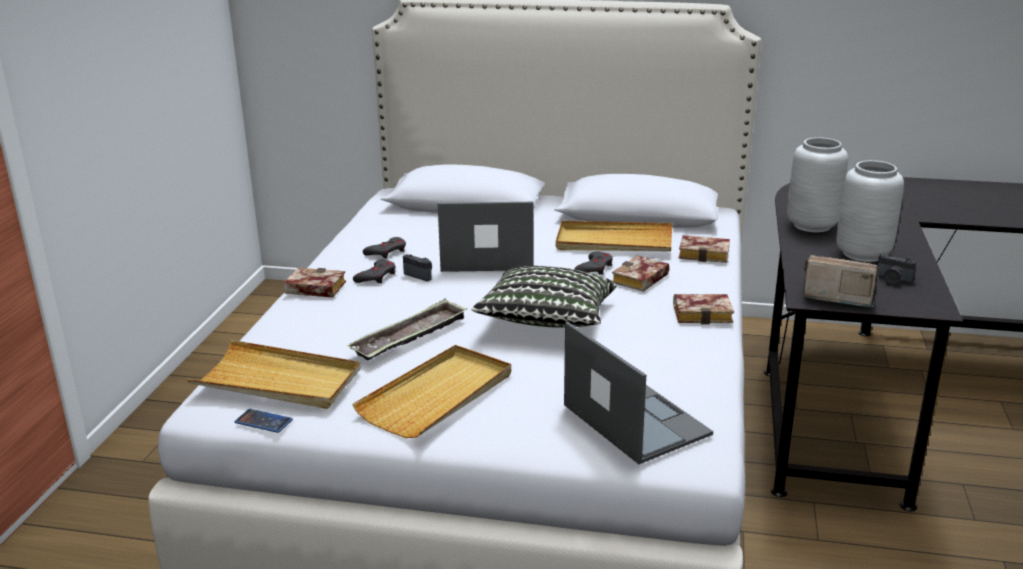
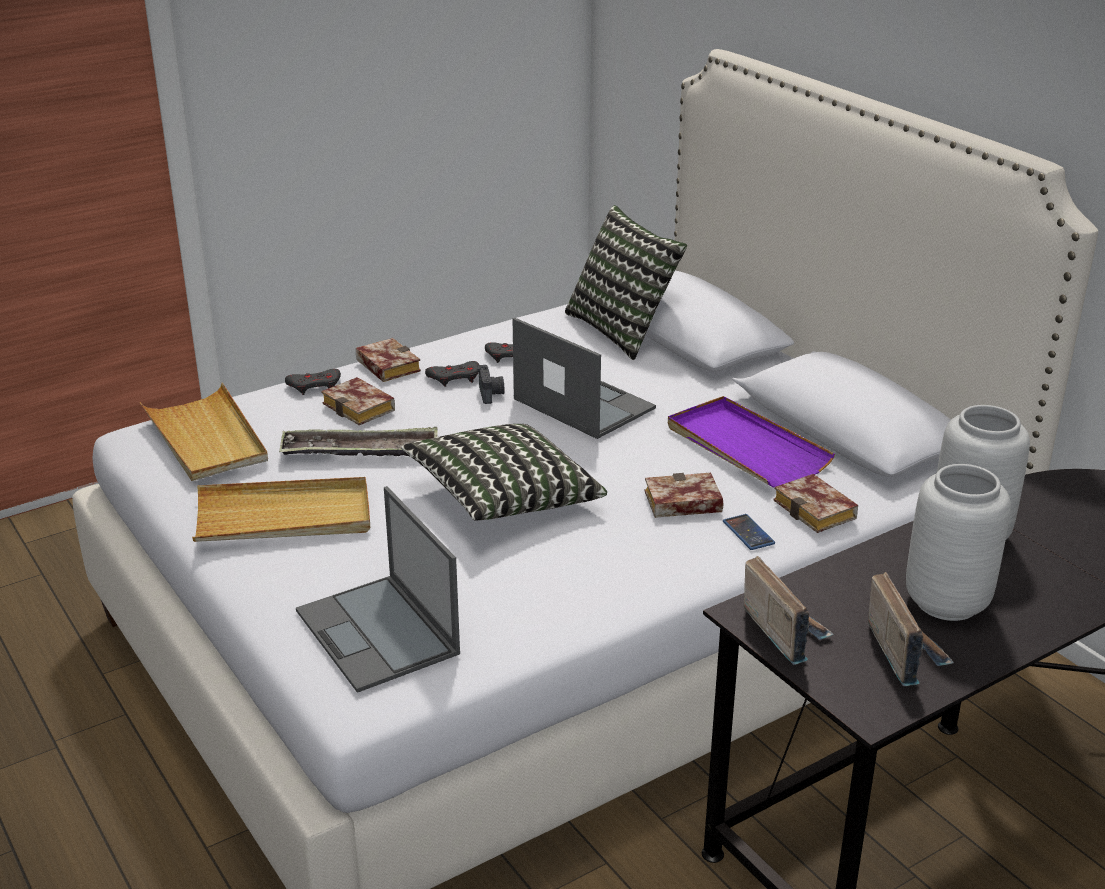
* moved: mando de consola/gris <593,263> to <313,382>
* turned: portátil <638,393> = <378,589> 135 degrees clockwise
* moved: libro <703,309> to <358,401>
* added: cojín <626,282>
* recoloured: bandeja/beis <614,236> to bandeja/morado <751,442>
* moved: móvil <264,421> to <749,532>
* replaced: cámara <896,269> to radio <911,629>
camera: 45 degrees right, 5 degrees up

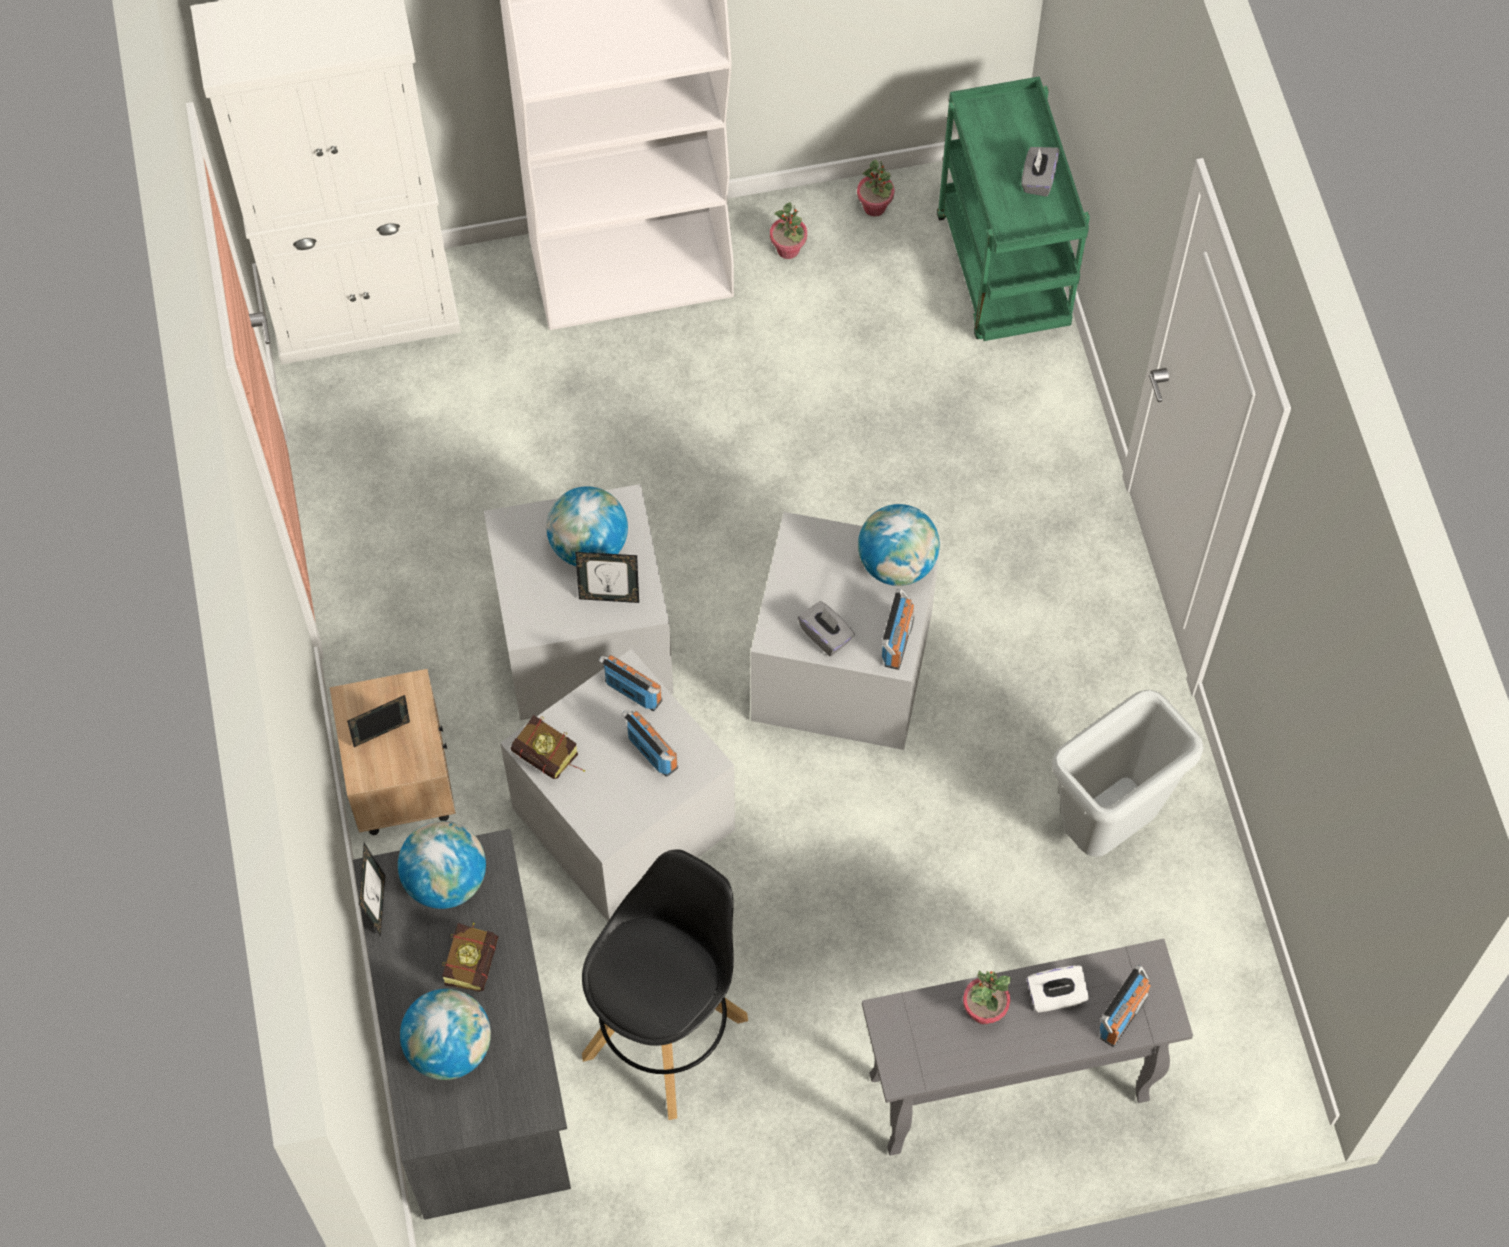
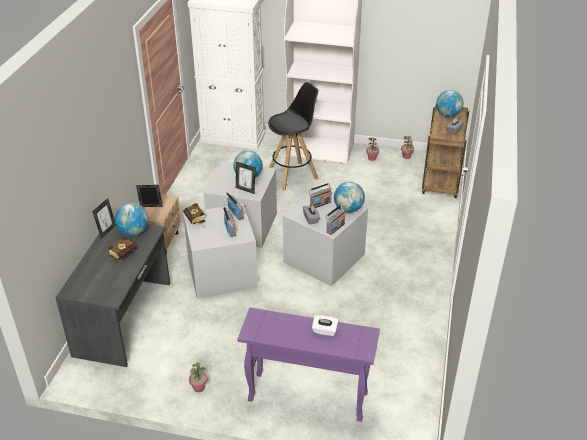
* moved: planta en maceta <987,997> to <198,377>
* recoloured: mesa consola/gris <1027,1047> to mesa consola/morado <308,364>
* moved: taburete/negro <665,985> to <293,136>
* moved: radio <1125,1006> to <320,195>
* recoloured: carrito/verde <1013,208> to carrito/marrón <445,151>
* moved: globo terráqueo <445,1034> to <449,103>
* removed: papelera/gris <1128,773>
camera: 25 degrees right, 25 degrees down

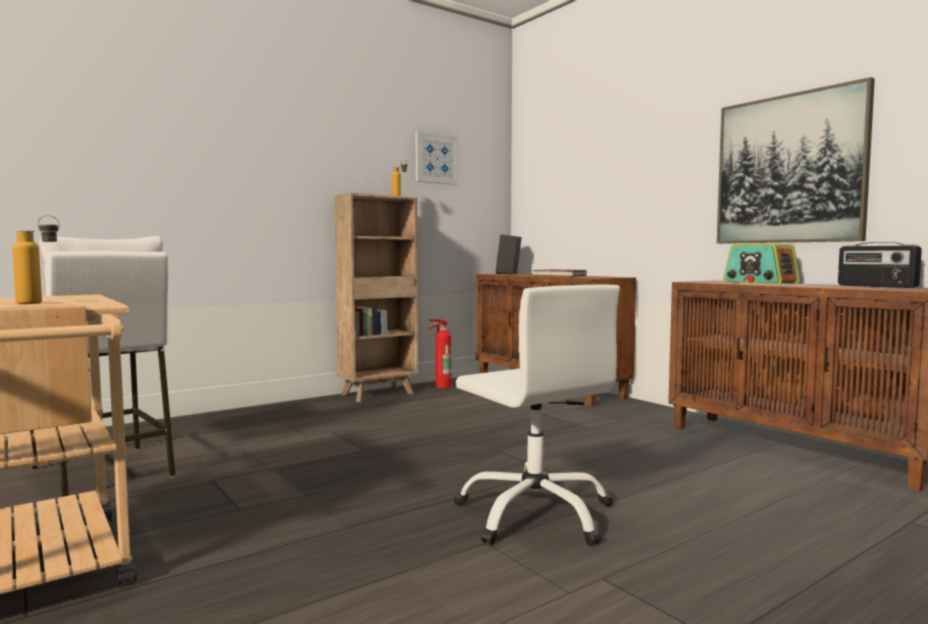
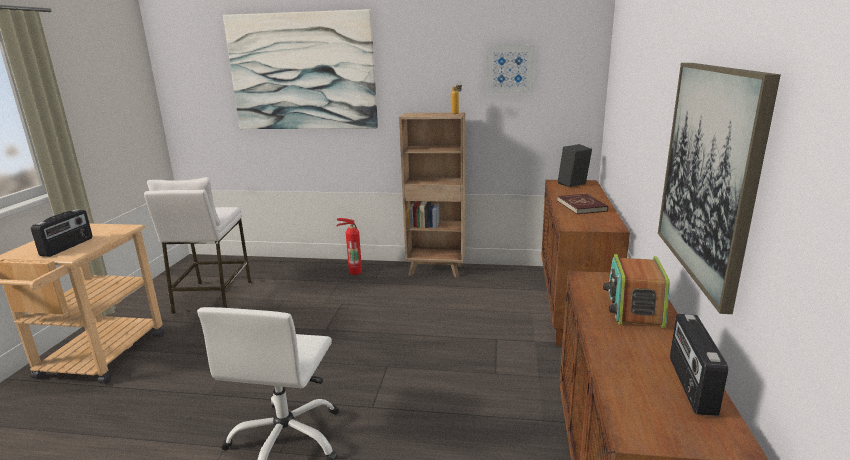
* replaced: botella <36,259> to radio <61,233>
* added: cuadro <300,69>
* moved: extintor <440,353> to <349,246>
camera: 45 degrees right, 15 degrees up

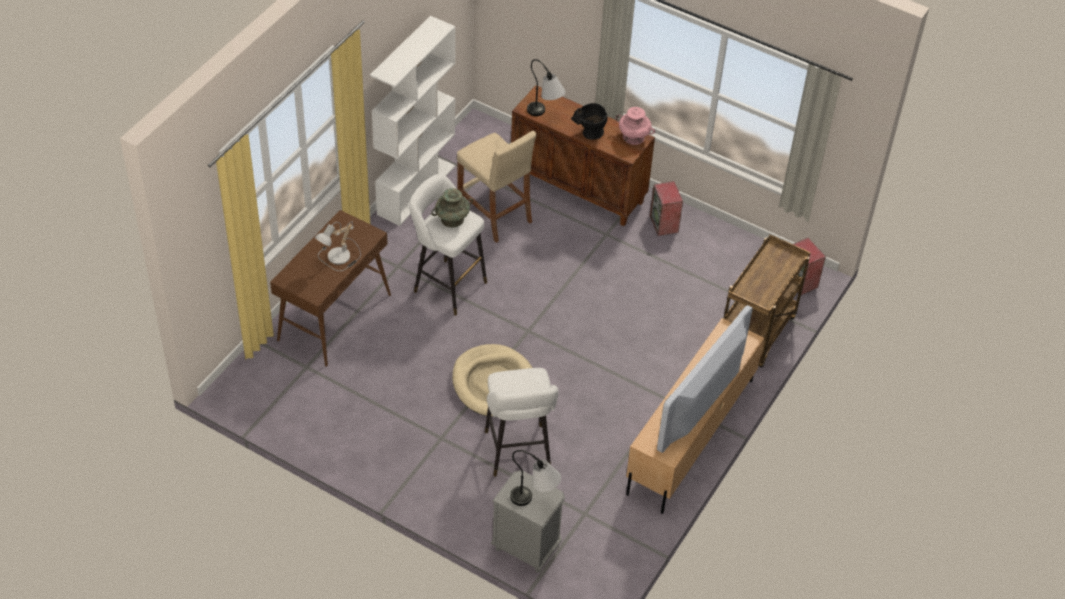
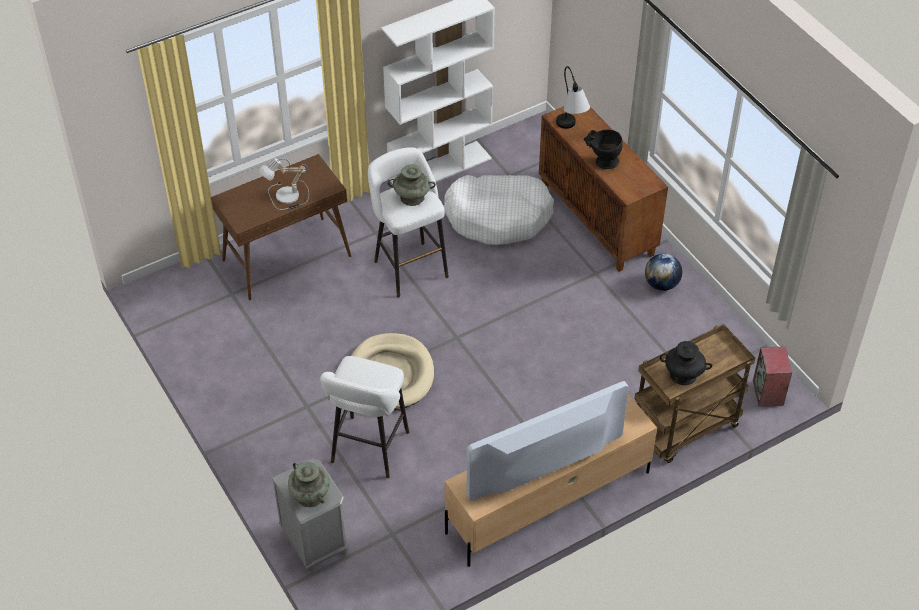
* replaced: lámpara de mesa <535,478> to florero/turquesa <309,485>
* replaced: taburete/beis <497,187> to cama para perro/blanco <499,210>
* replaced: altavoz <666,208> to globo terráqueo <663,272>
* added: florero/negro <686,363>
* removed: florero/rosa <635,126>
camera: 30 degrees right, 0 degrees up

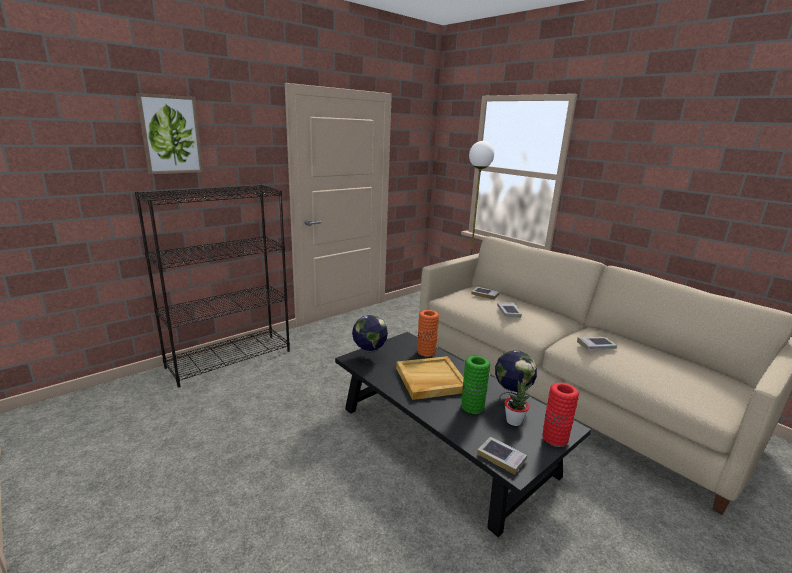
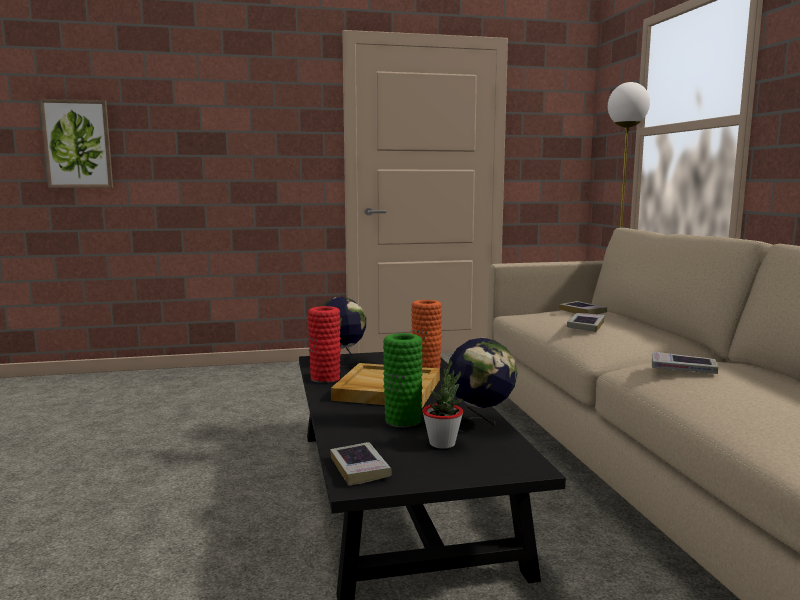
* moved: cuadro <169,133> to <76,143>
* moved: florero/rojo <561,415> to <324,344>
* removed: estantería/negro <212,286>
camera: 30 degrees right, 10 degrees down

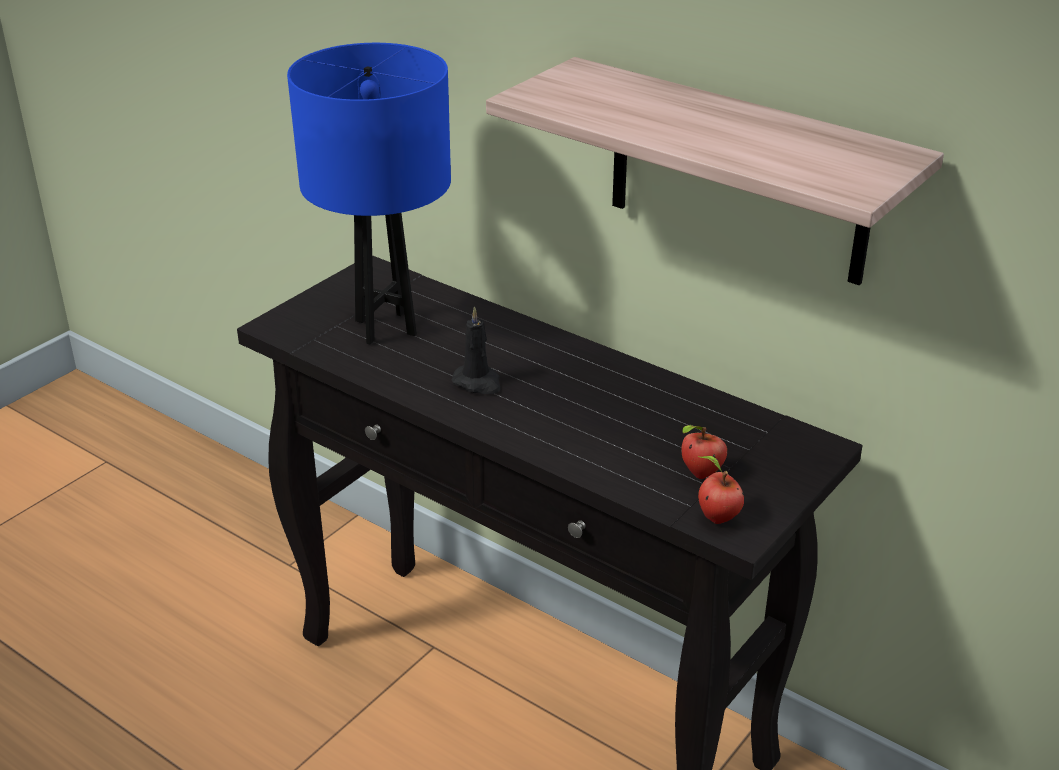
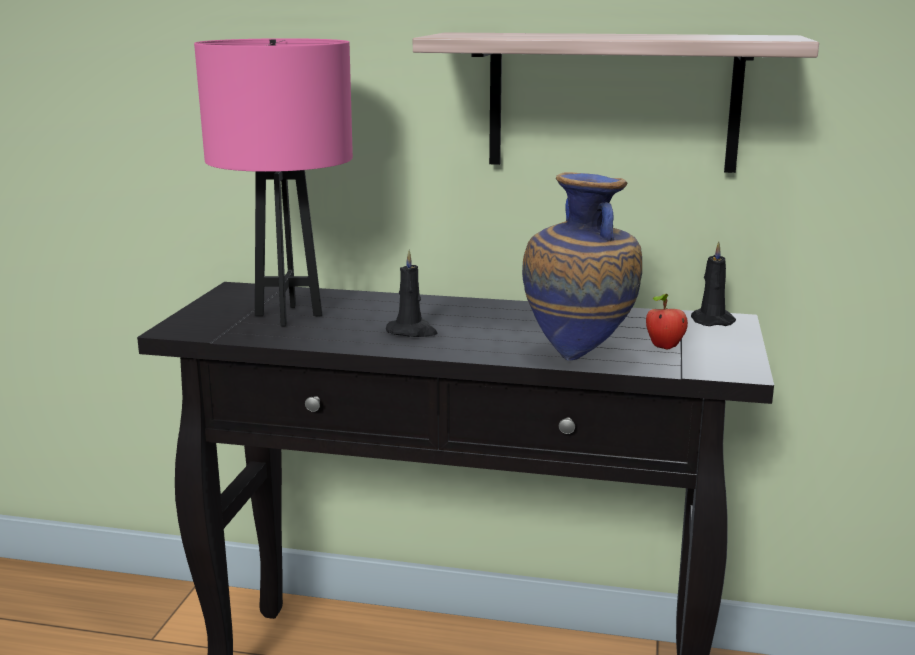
* recoloured: lámpara de mesa/azul <369,193> to lámpara de mesa/rosa <273,182>
* added: florero <582,266>
* added: vela/negro <713,283>
* removed: manzana <721,490>
camera: 25 degrees left, 15 degrees down

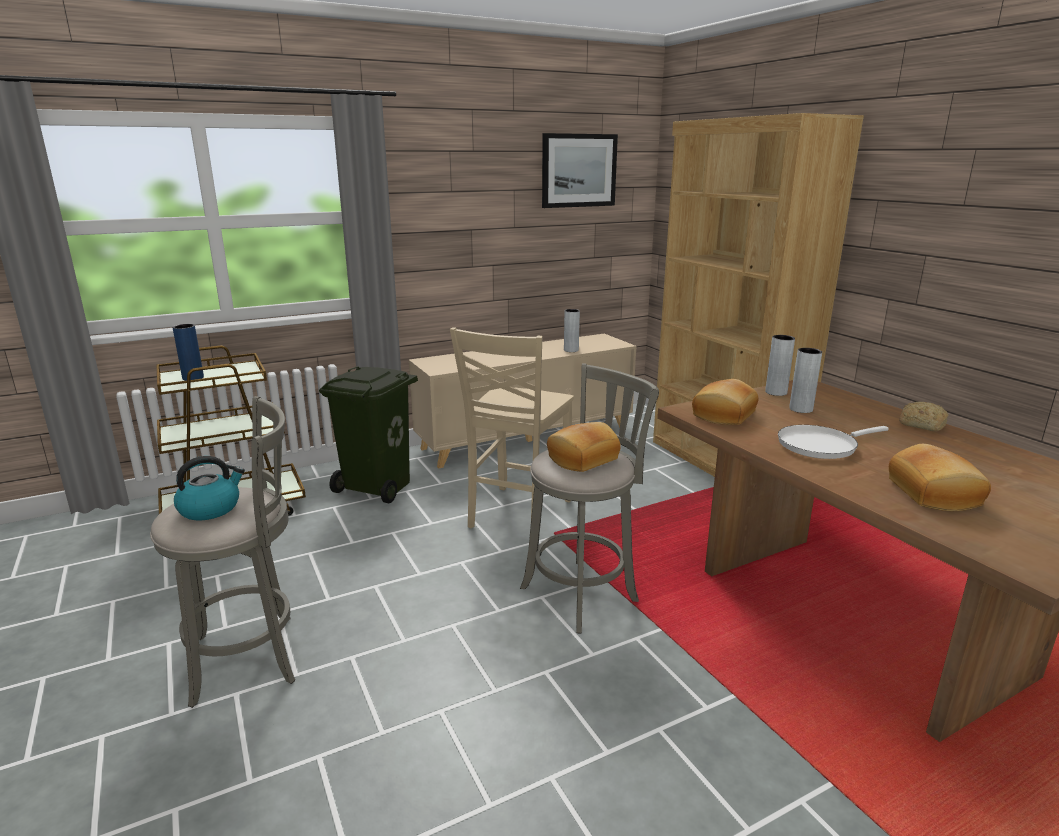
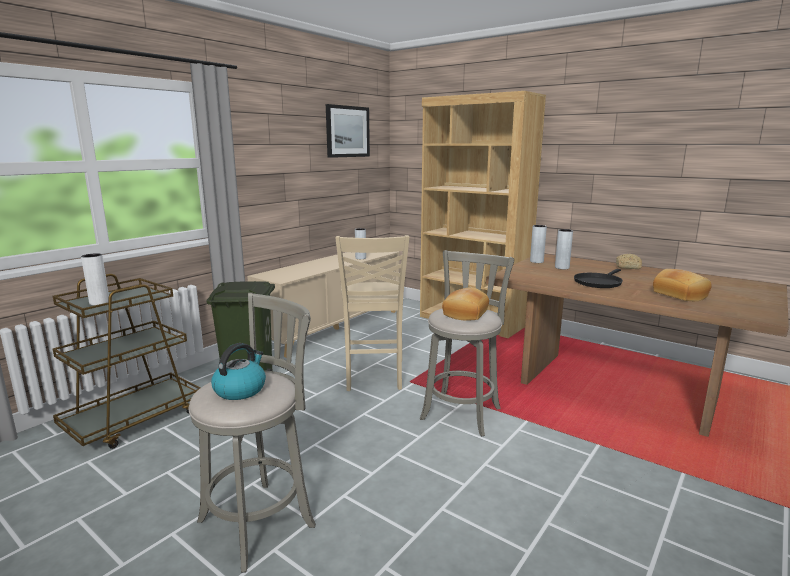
* recoloured: florero/azul <188,352> to florero/blanco <95,279>
* recoloured: sartén/blanco <833,442> to sartén/negro <598,278>
* removed: pan <725,402>
camera: 25 degrees left, 5 degrees down

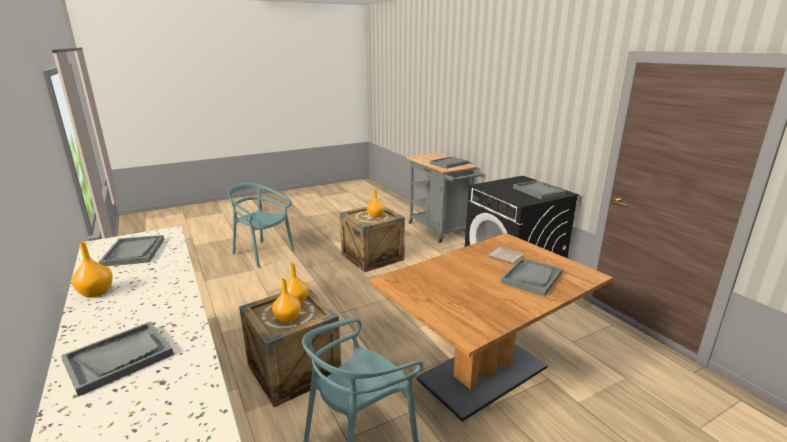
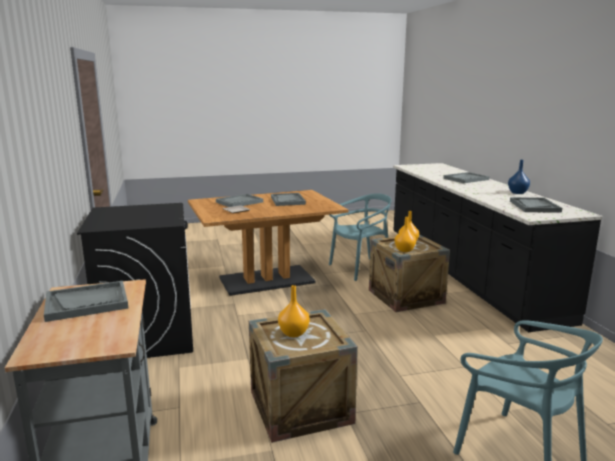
* moved: bandeja/gris <539,190> to <288,199>
* recoloured: florero/naranja <92,270> to florero/azul <519,177>
camera: 165 degrees left, 5 degrees down

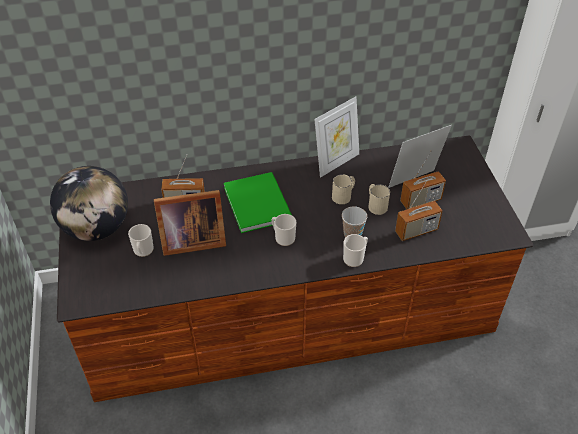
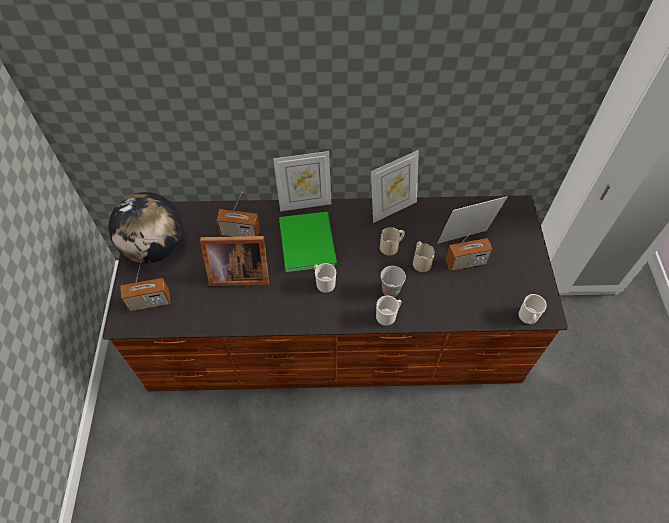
* moved: radio <419,210> to <146,286>
* added: portarretratos <302,181>
* moved: taza grande <141,240> to <532,309>
camera: 10 degrees right, 10 degrees up

